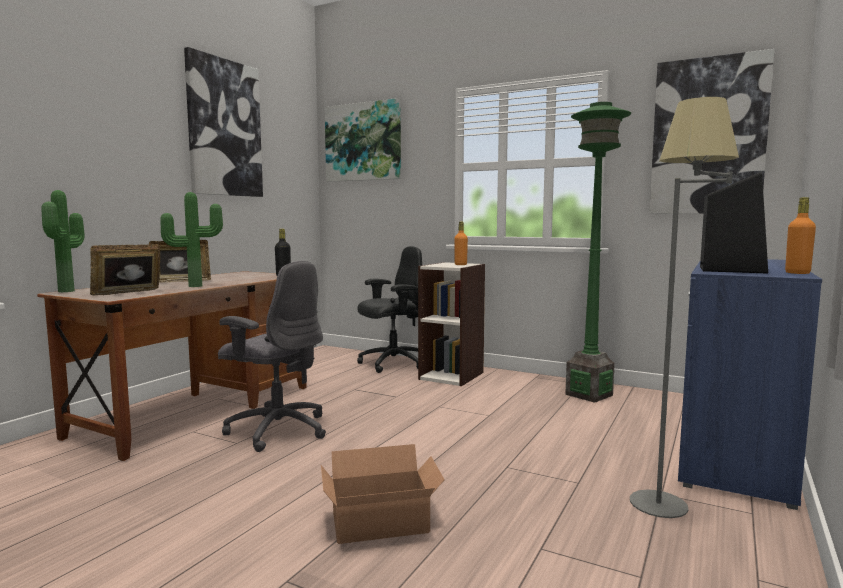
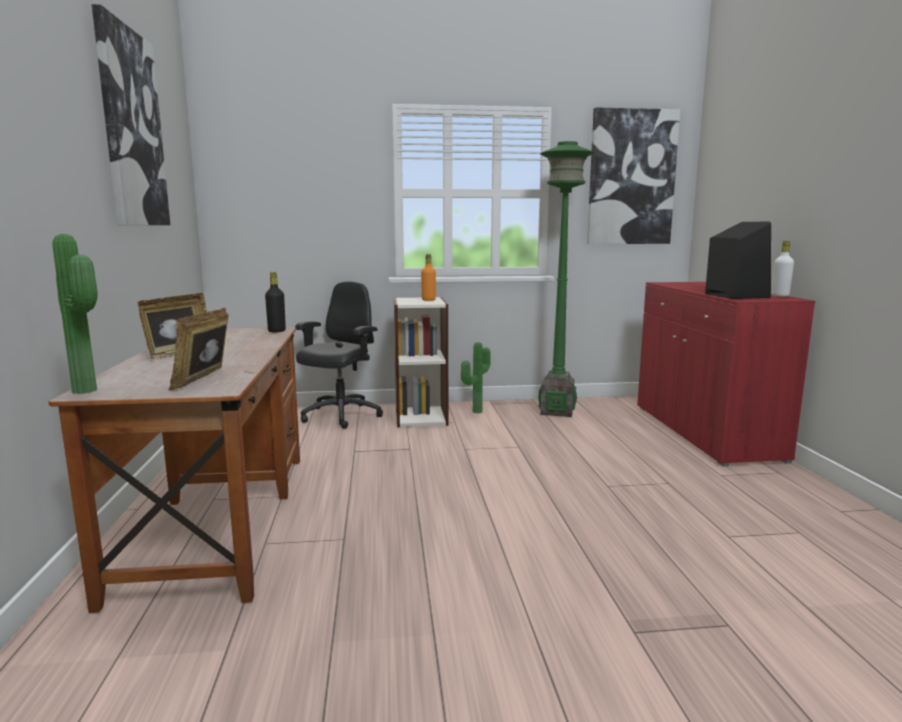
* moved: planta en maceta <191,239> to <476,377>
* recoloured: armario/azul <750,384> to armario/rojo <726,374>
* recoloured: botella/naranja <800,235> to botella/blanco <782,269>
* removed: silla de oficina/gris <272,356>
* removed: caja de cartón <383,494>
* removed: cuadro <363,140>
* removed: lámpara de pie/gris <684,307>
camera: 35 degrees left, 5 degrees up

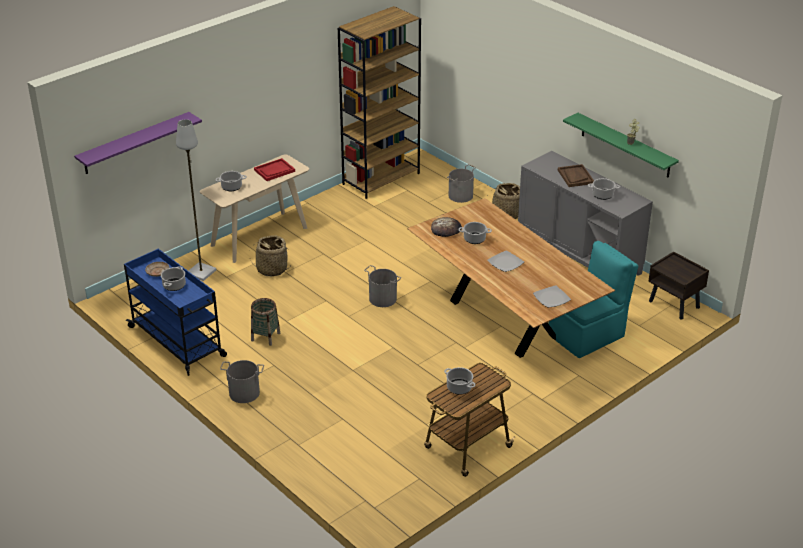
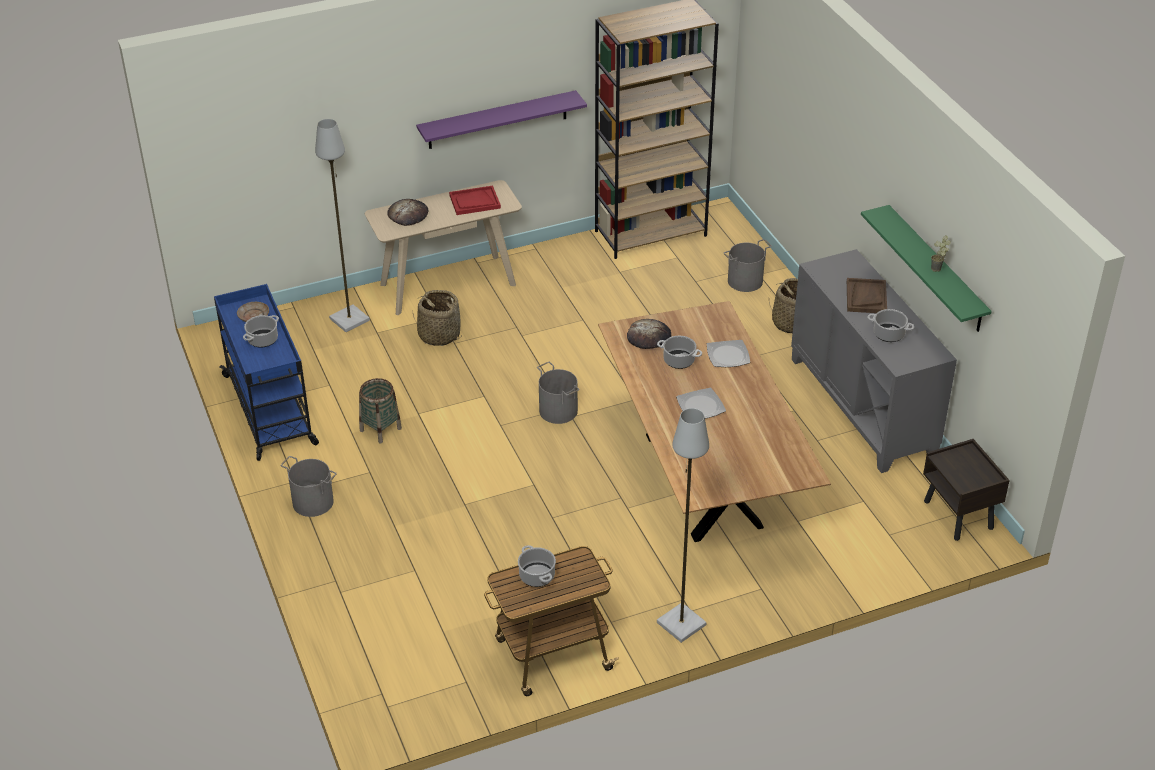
* replaced: olla <231,181> to pan <407,212>
* moved: estante/morado <138,143> to <501,119>
* added: lámpara de pie/gris <683,525>
* moved: plato <552,296> to <728,353>
* removed: silla/turquesa <593,299>
camera: 20 degrees right, 5 degrees up

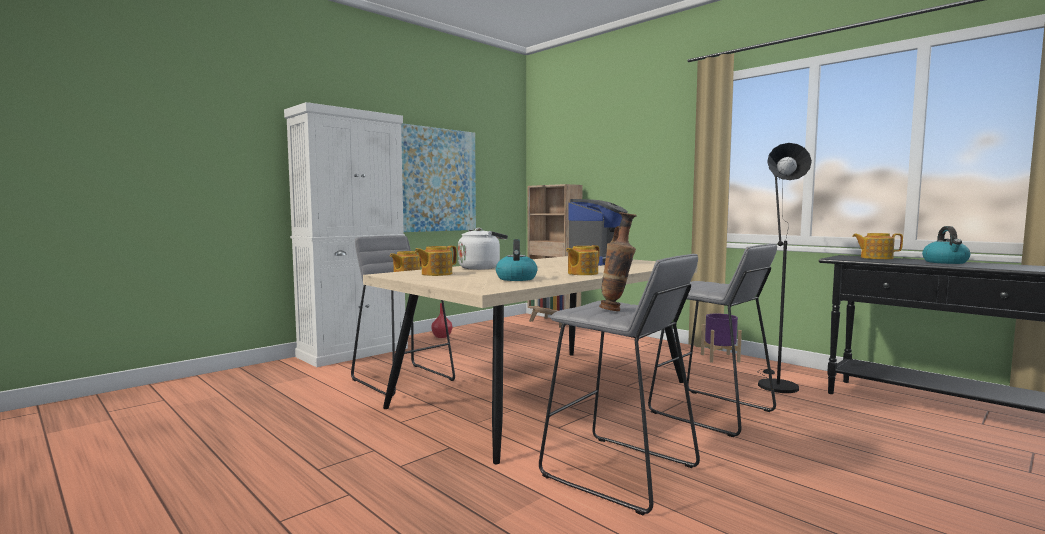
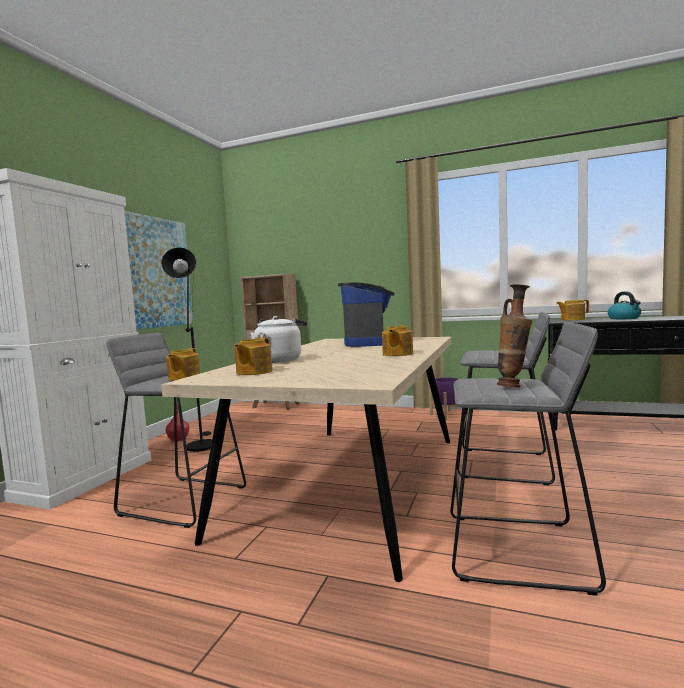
* moved: lámpara de pie/negro <784,268> to <186,349>
* removed: hervidor <516,260>
camera: 25 degrees left, 0 degrees up

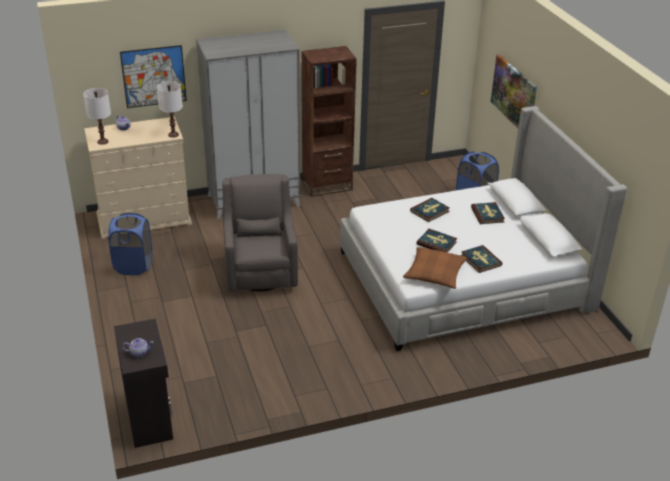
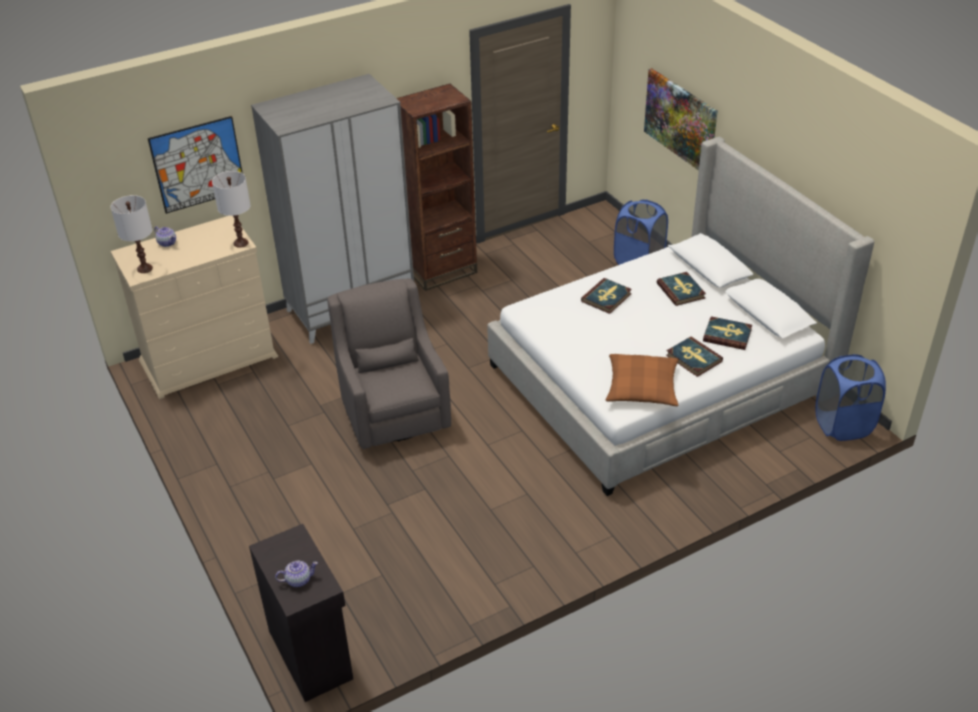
* moved: libro <436,241> to <727,333>
* moved: cesto de la ropa/azul <130,244> to <851,397>
camera: 10 degrees left, 5 degrees up

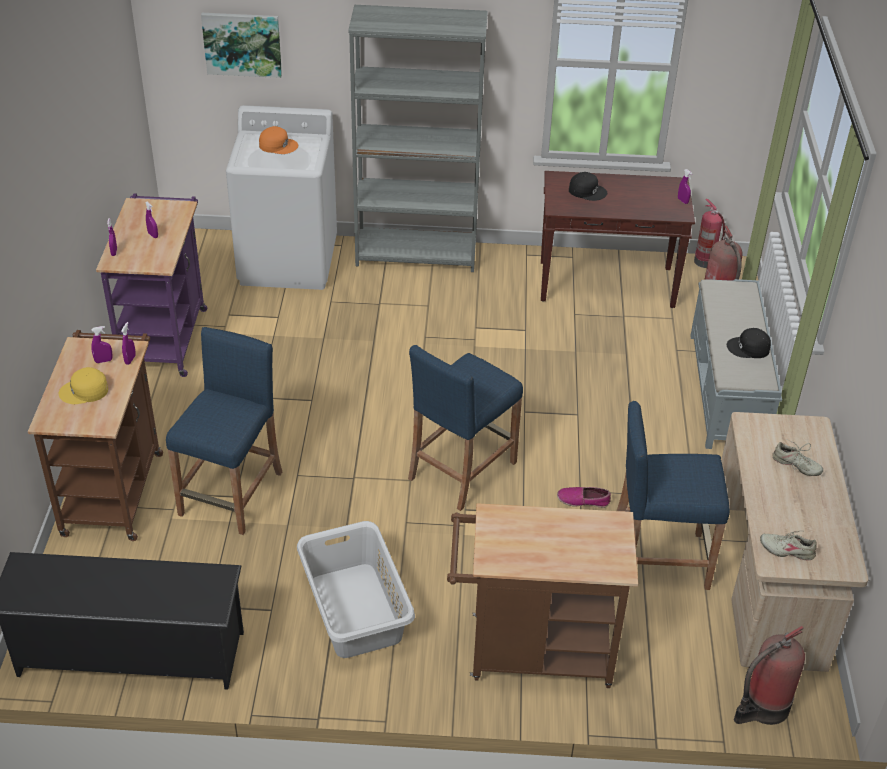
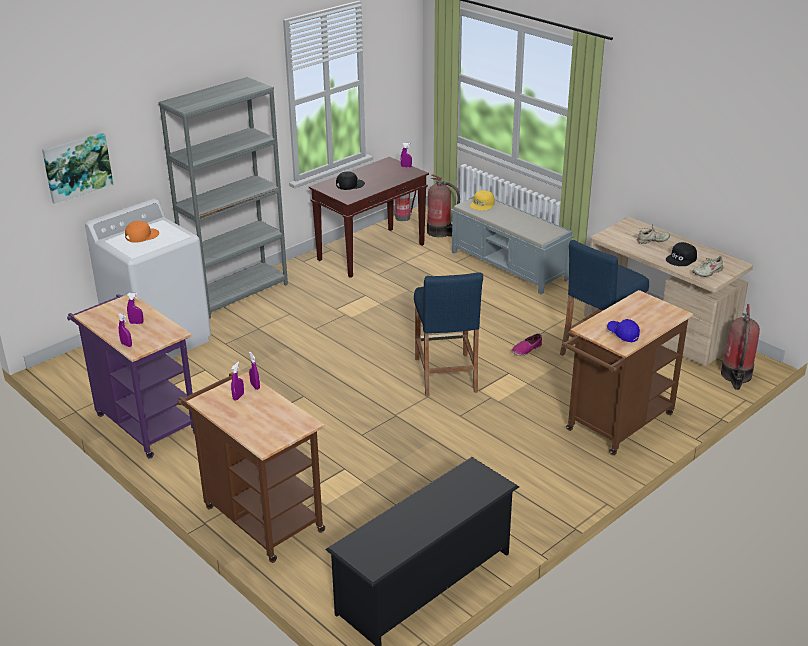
* moved: gorra/amarillo <83,385> to <482,200>
* added: gorra/azul <623,330>
* moved: gorra/negro <749,343> to <681,254>
* removed: taburete/azul <224,431>
* removed: cesto de la ropa/gris <356,589>
camera: 45 degrees left, 10 degrees down

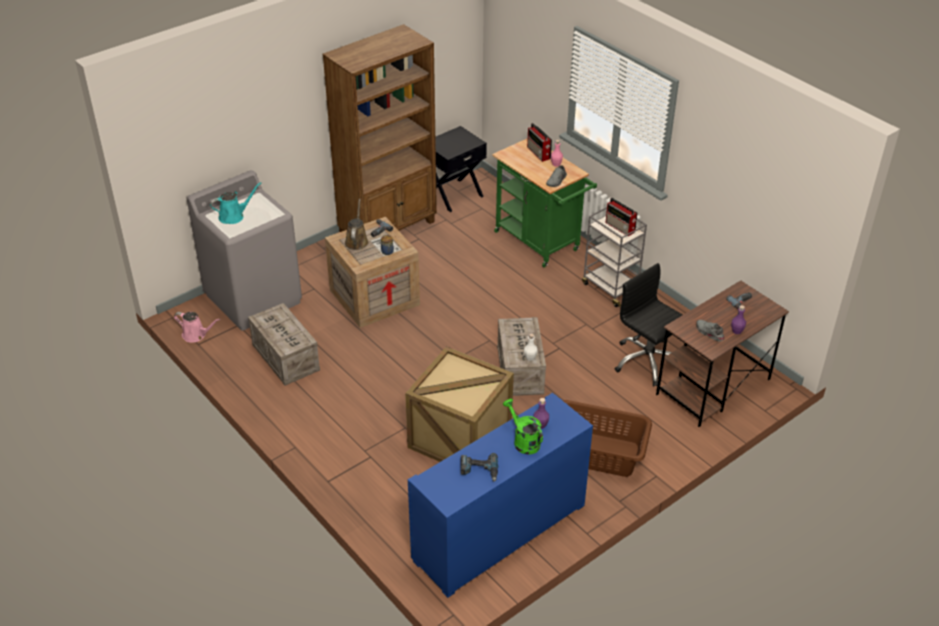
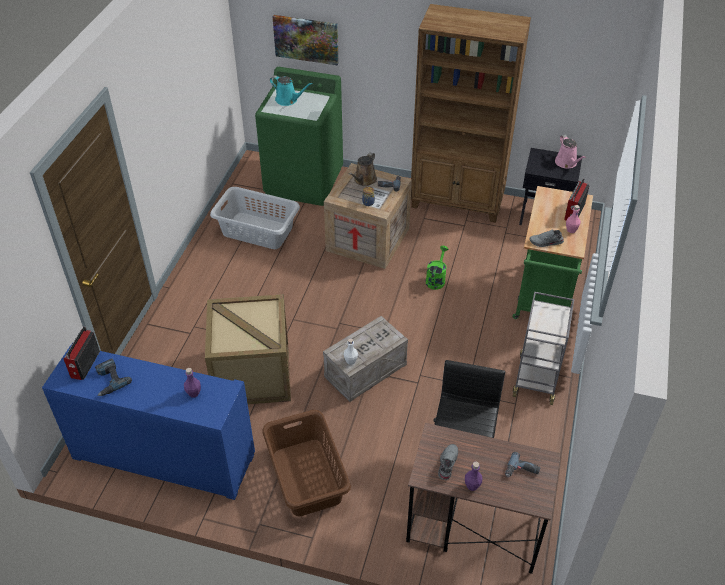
* moved: radio <621,217> to <82,353>
* replaced: caja de embalaje <284,344> to cesto de la ropa/gris <255,218>
* recoloured: lavadora/gris <244,250> to lavadora/verde <299,136>
* added: cuadro <306,40>
* turned: regadera/marrón <357,224> = <363,169> 150 degrees clockwise
* moved: regadera/verde <523,427> to <437,268>
* moved: regadera/rosa <197,327> to <570,151>
camera: 55 degrees right, 5 degrees up

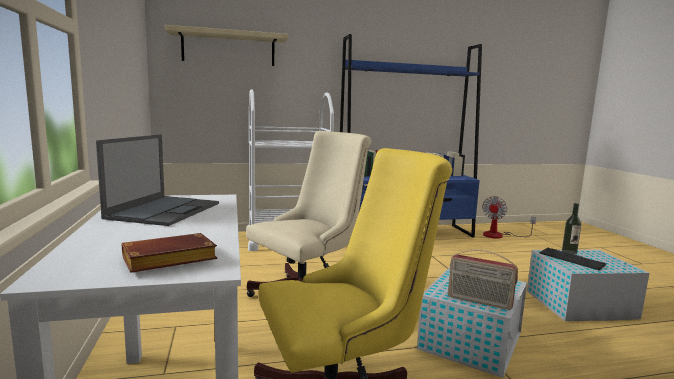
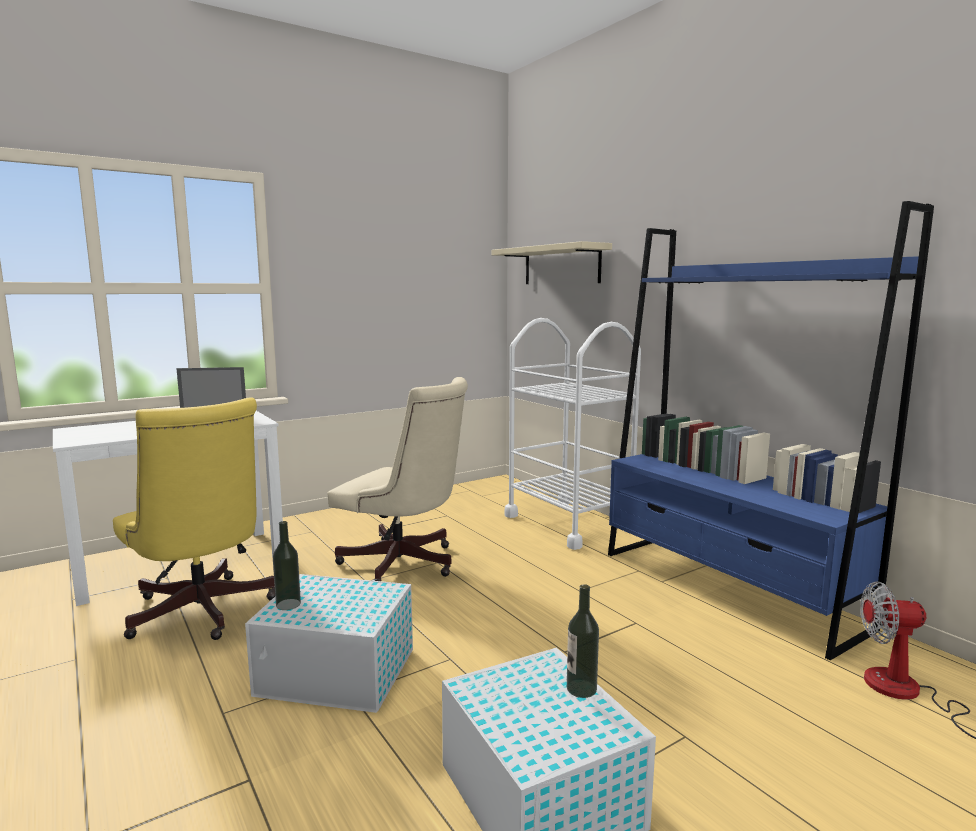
* replaced: radio <483,280> to botella <287,565>
* removed: libro/marrón <169,253>
* removed: teclado <572,259>
camera: 70 degrees right, 0 degrees up

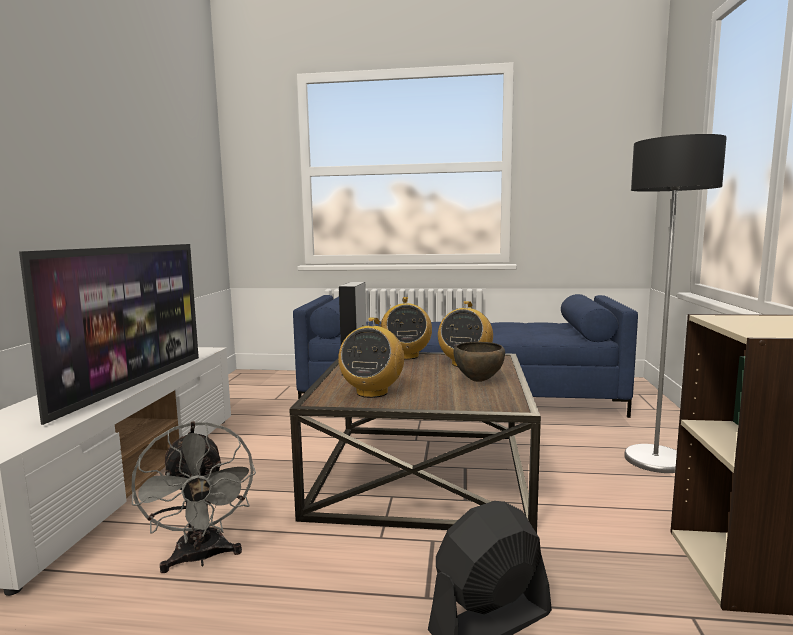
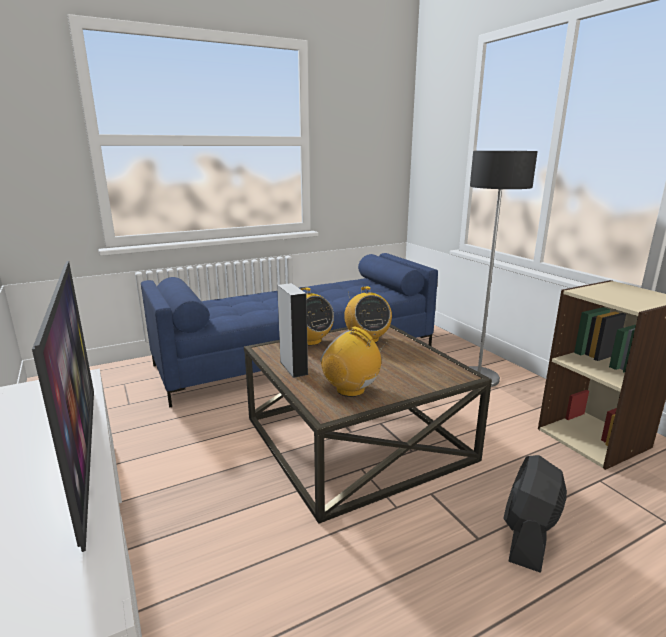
* turned: radio <371,358> = <354,361> 150 degrees clockwise
* removed: ventilador/gris <194,497>
* removed: cuenco/marrón <479,362>
camera: 35 degrees left, 10 degrees up

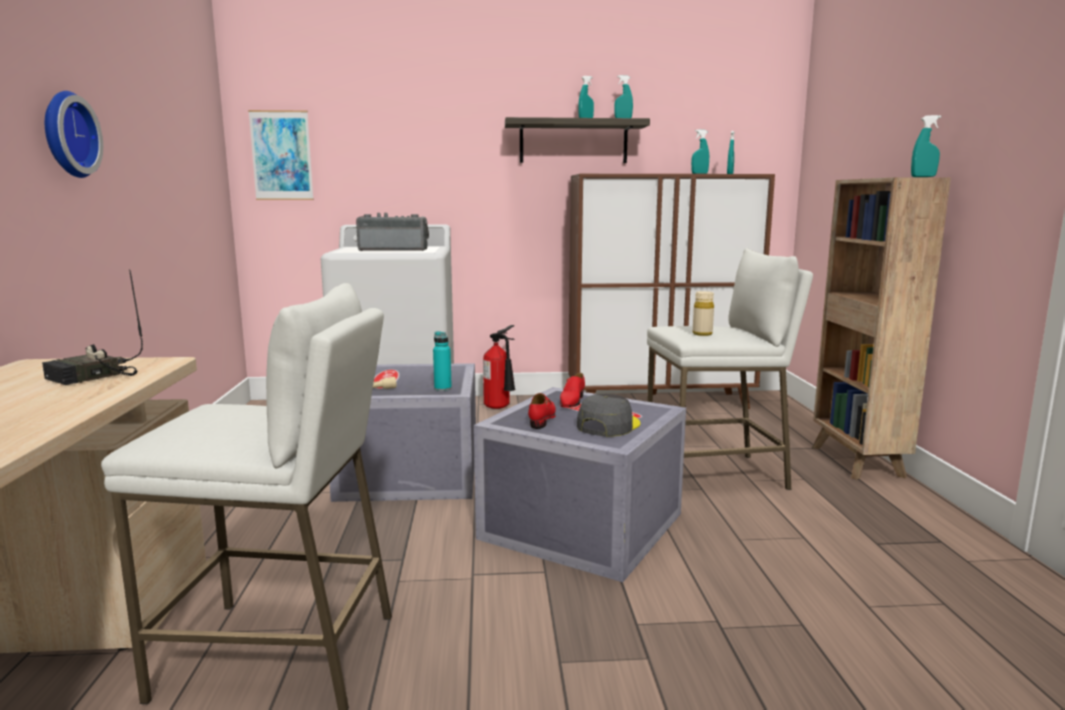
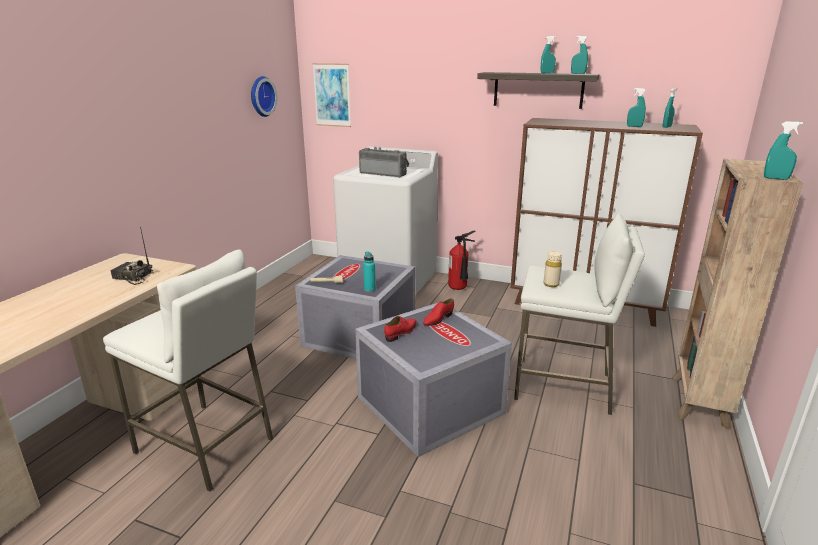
* turned: radio <92,327> = <132,256> 45 degrees clockwise
* moved: reloj de pared <74,134> to <264,96>
* removed: gorra/gris <608,415>
camera: 25 degrees right, 10 degrees up

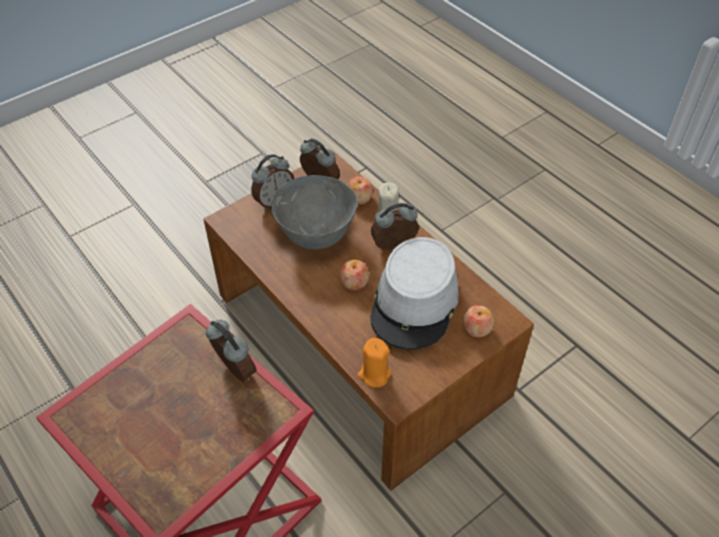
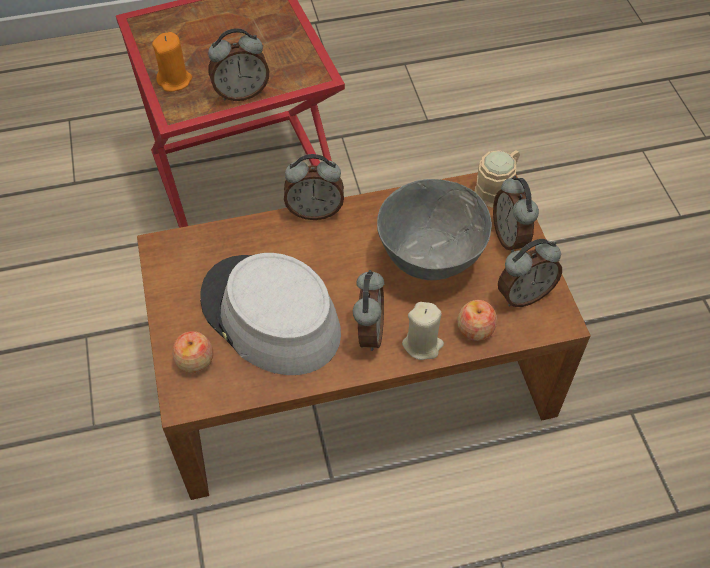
* moved: vela/naranja <374,363> to <172,62>
* added: despertador <314,187>
* added: taza grande/beis <497,178>
* removed: manzana <354,275>
camera: 115 degrees right, 5 degrees up

